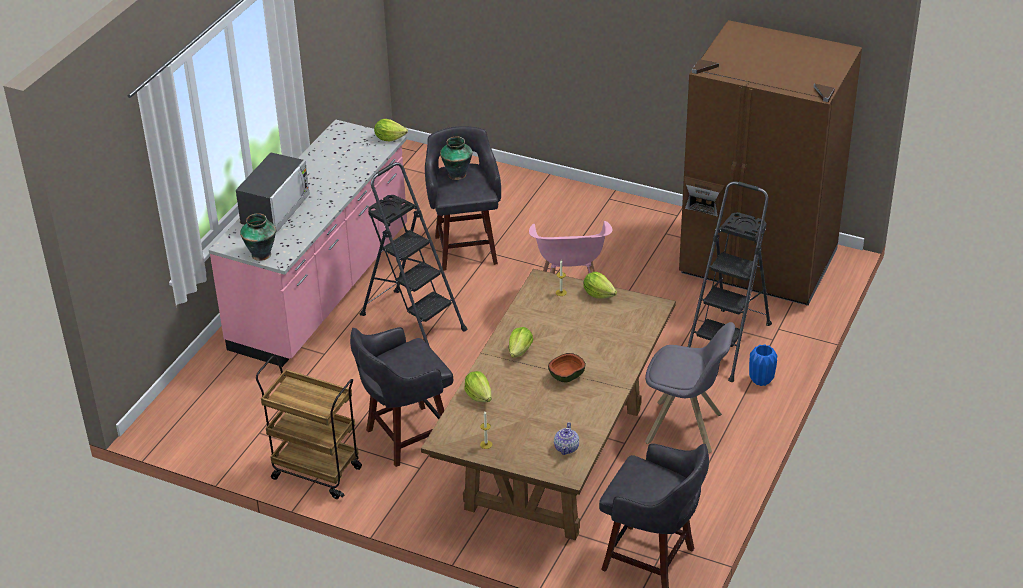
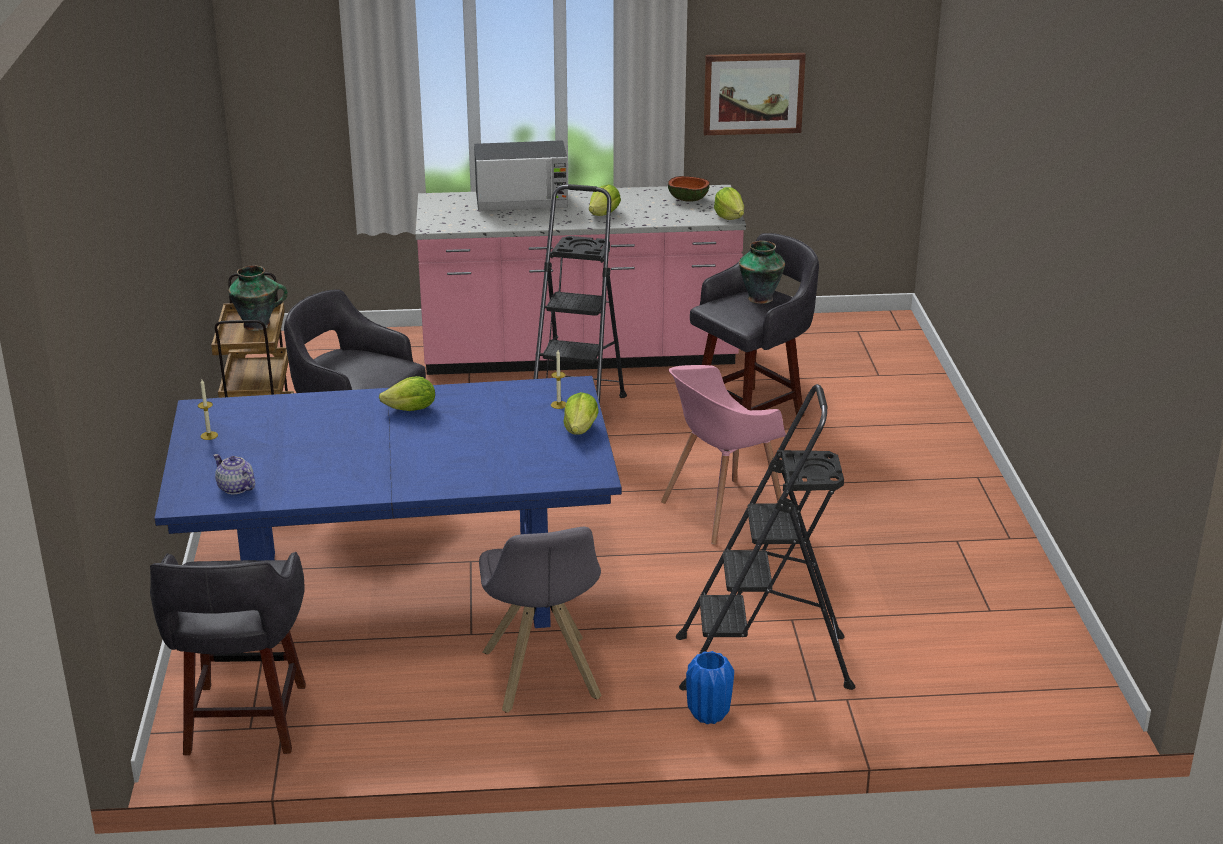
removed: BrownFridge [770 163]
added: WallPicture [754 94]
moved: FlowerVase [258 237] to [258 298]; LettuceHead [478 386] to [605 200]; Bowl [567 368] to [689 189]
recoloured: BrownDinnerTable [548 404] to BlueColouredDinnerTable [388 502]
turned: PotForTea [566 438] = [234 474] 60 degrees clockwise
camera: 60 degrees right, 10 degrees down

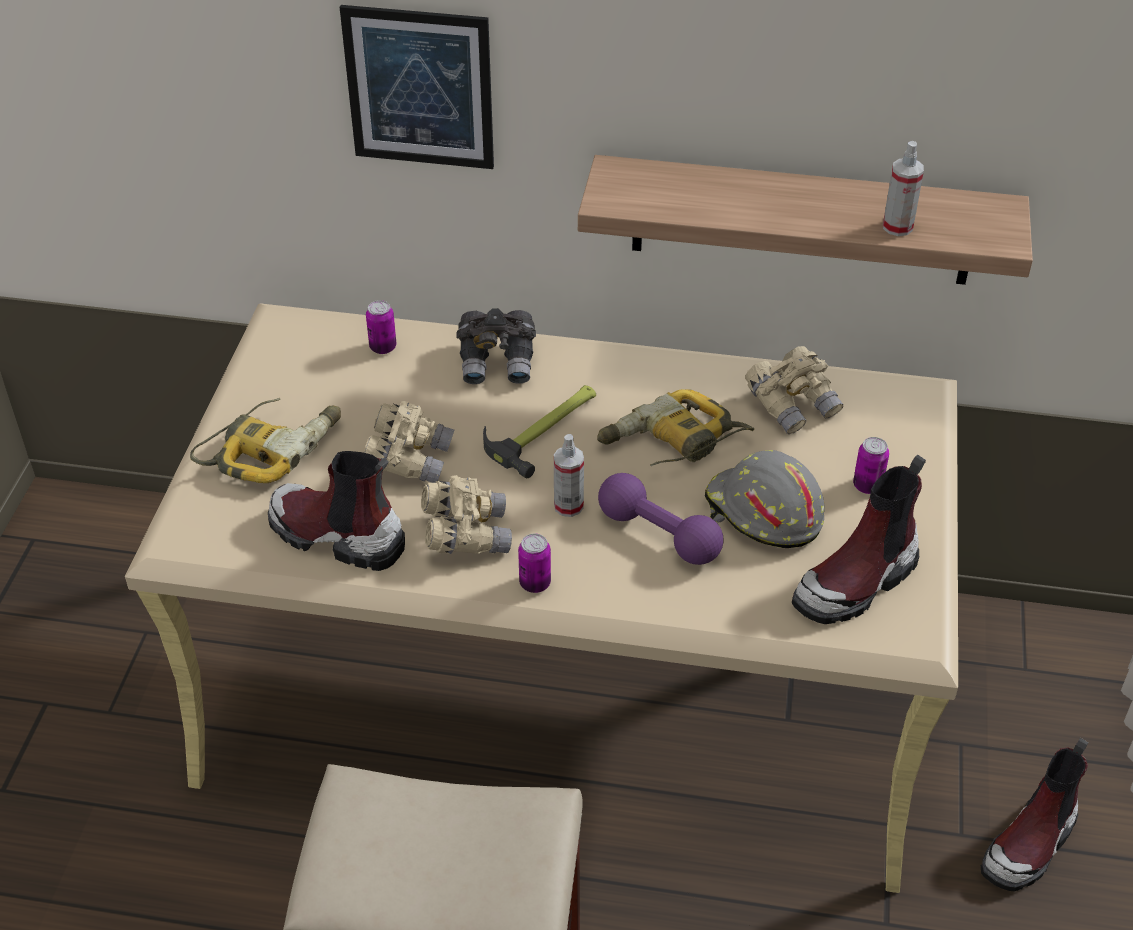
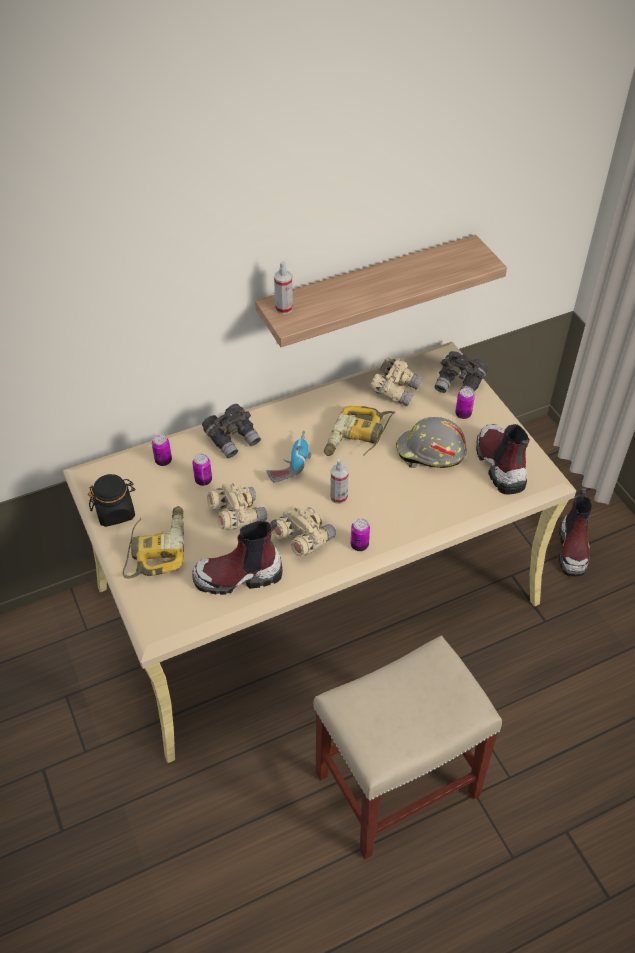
removed: WallPicture [417 87]; PurpleColouredDumbbell [661 519]
added: BlackColouredStorageJar [111 500]; MetalCan [202 469]; GreyPairOfBinoculars [461 372]
moved: Sprayer [903 188] to [283 287]
replaced: Hammer [539 432] to PowerDrill [288 457]
turned: TallBoot [859 539] = [503 459] 150 degrees clockwise
camera: 35 degrees left, 5 degrees up

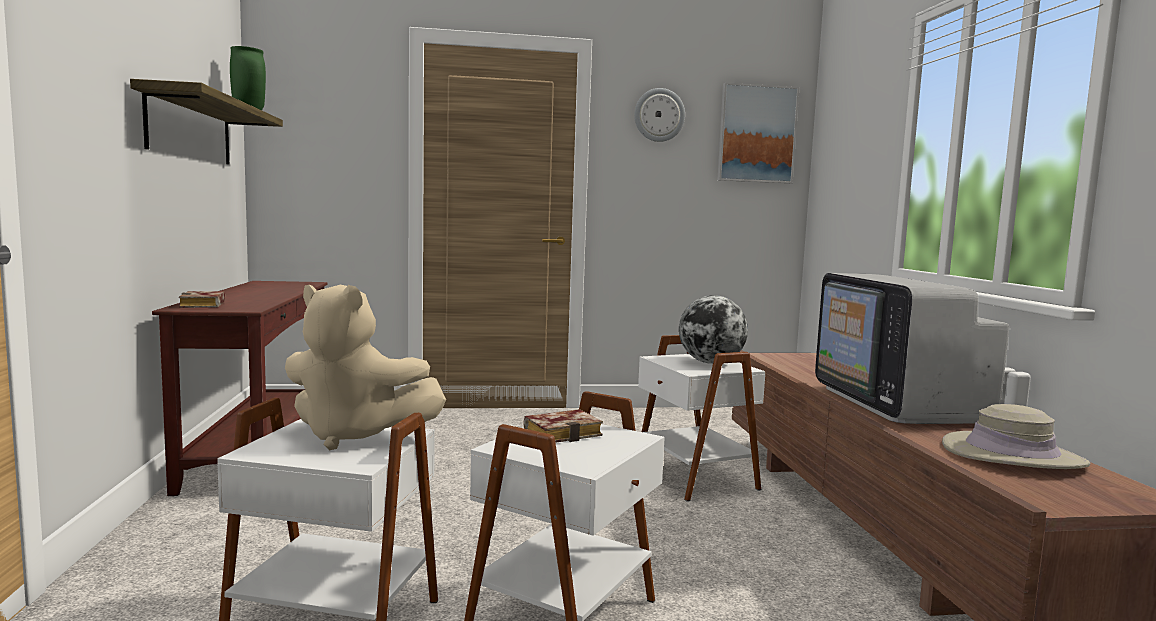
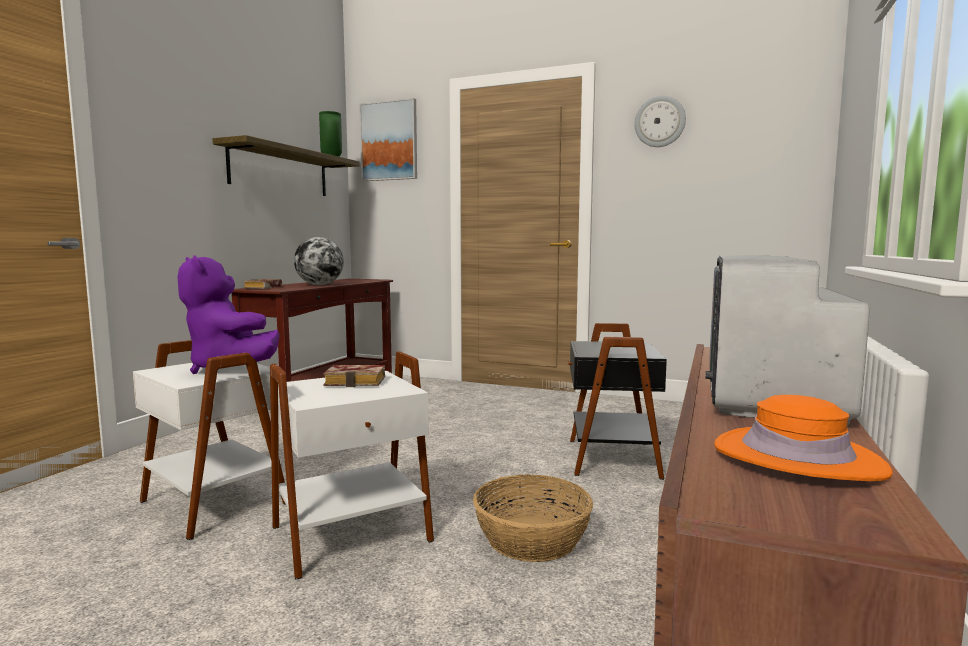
added: StorageBasket [533 518]
moved: WorldGlobe [713 329] to [319 261]; WallPicture [758 133] to [388 139]
recoloured: BeigeColouredPlushToy [365 368] to PurpleColouredPlushToy [229 314]; WhiteColouredEndTable [702 418] to BlackColouredEndTable [617 401]; BeigeColouredHat [1016 436] to OrangeHat [803 438]
camera: 30 degrees right, 0 degrees up

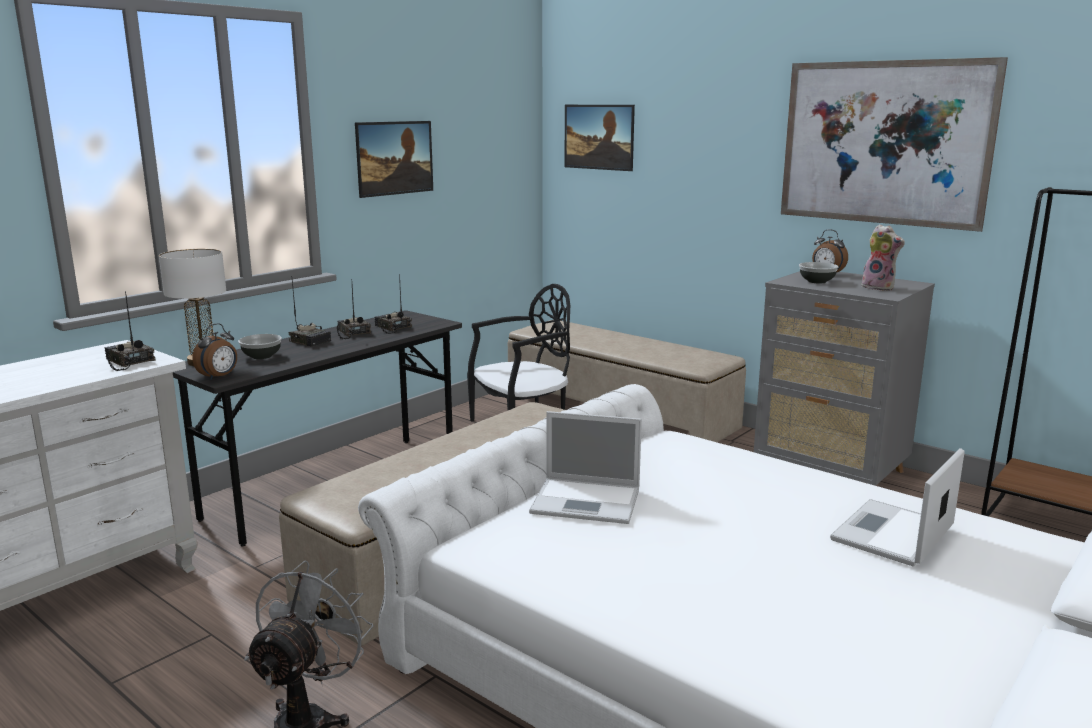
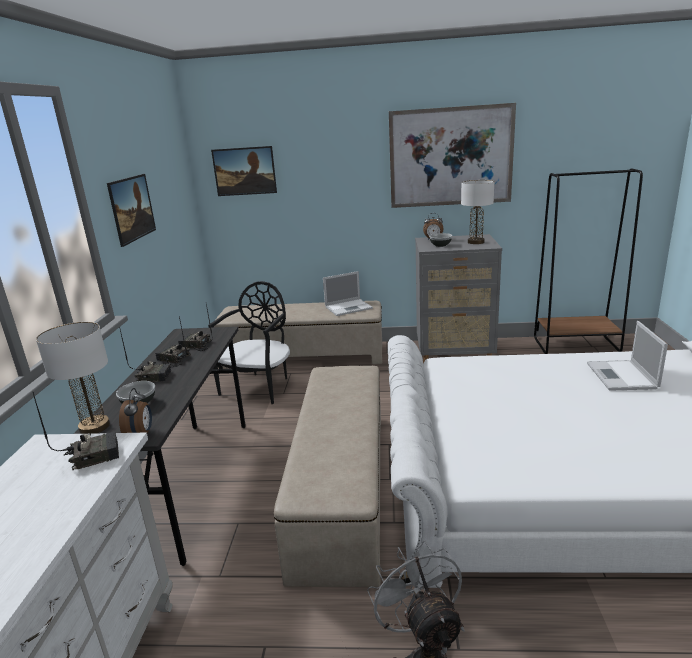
moved: NotebookComputer [585 467] to [348 293]
replaced: PlushToy [883 257] to TableLamp [477 212]
turned: RadioSet [130 331] = [76 431] 150 degrees clockwise
camera: 35 degrees left, 5 degrees up

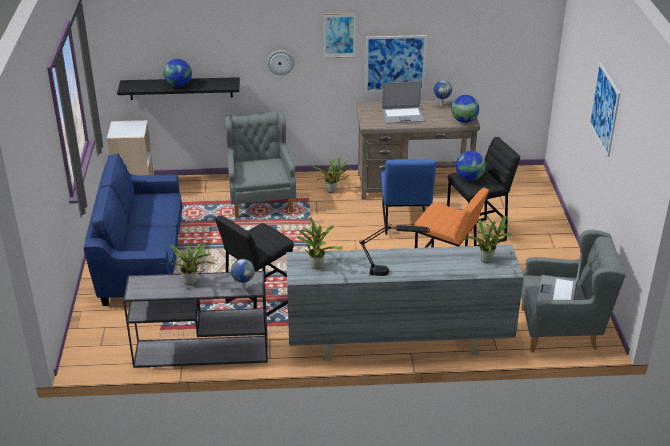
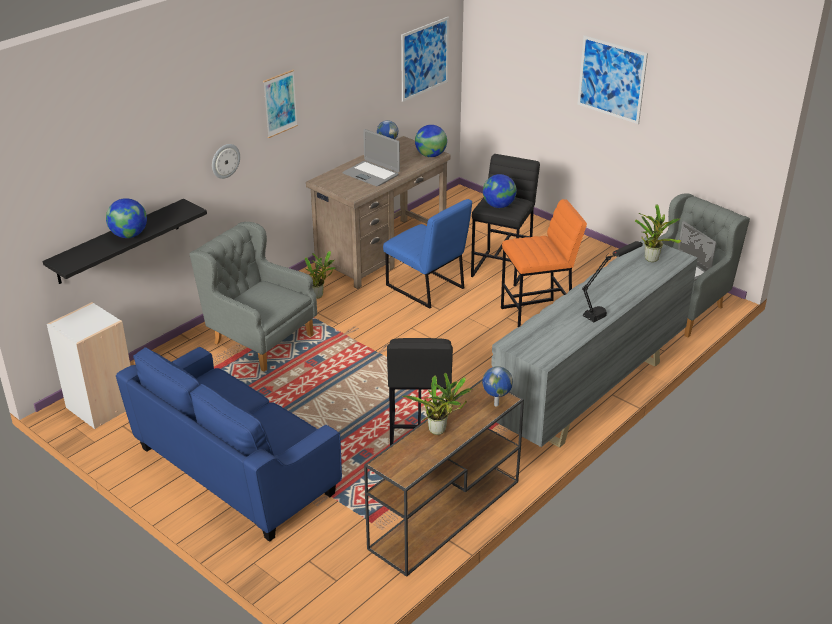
removed: PlantInAPot [320 243]
moved: WallPicture [396 63] to [425 59]
recoloured: GreyHallTable [195 319] to BrownHallTable [444 478]
turned: NotebookComputer [403 102] = [371 157] 90 degrees clockwise
camera: 45 degrees left, 0 degrees up

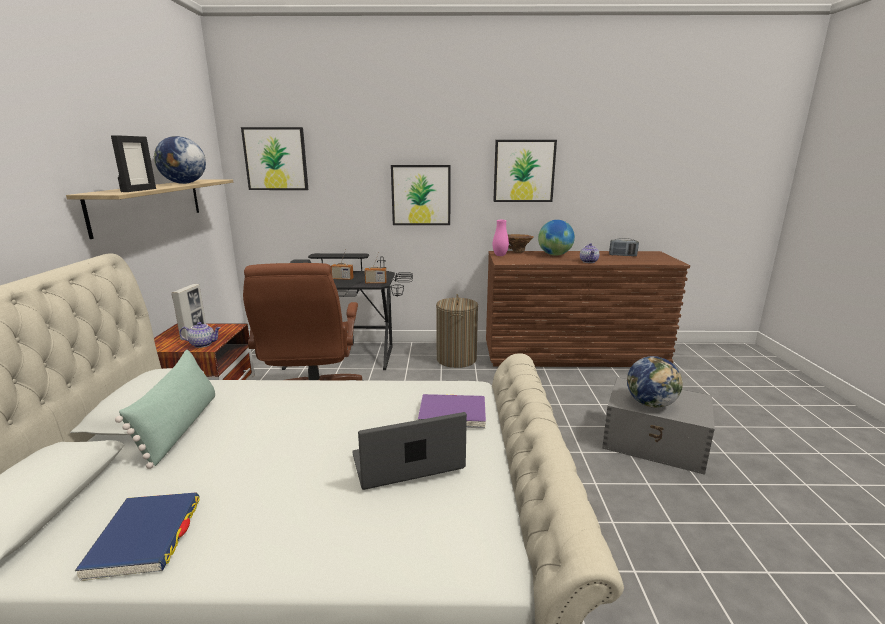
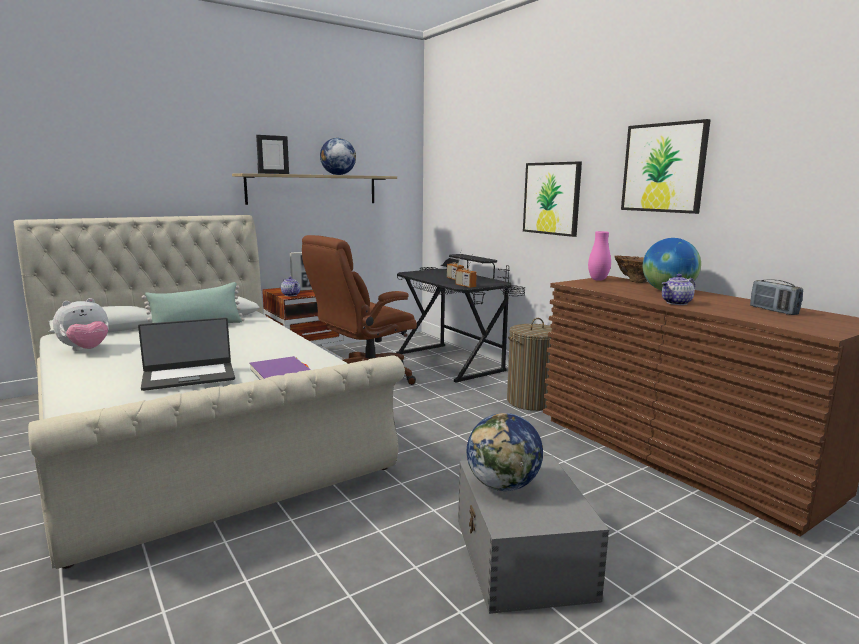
removed: WallPicture [274 158]
replaced: BlueColouredVolume [137 536] to PlushToy [81 324]
turned: NotebookComputer [409 451] = [186 354] 120 degrees clockwise
camera: 55 degrees right, 5 degrees down

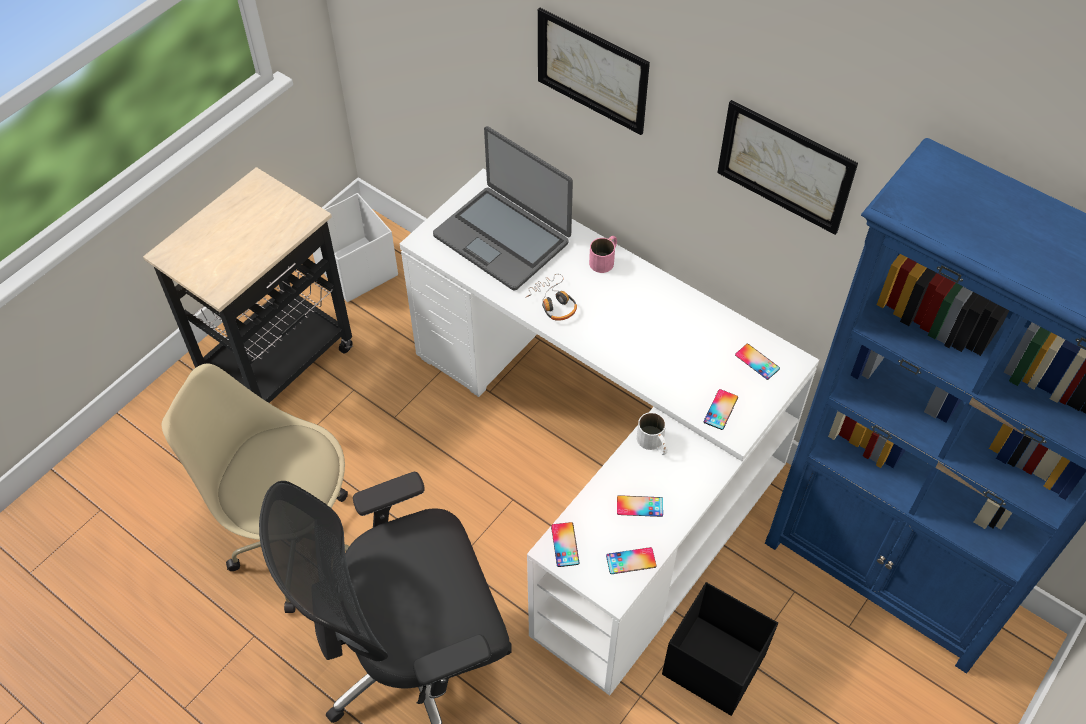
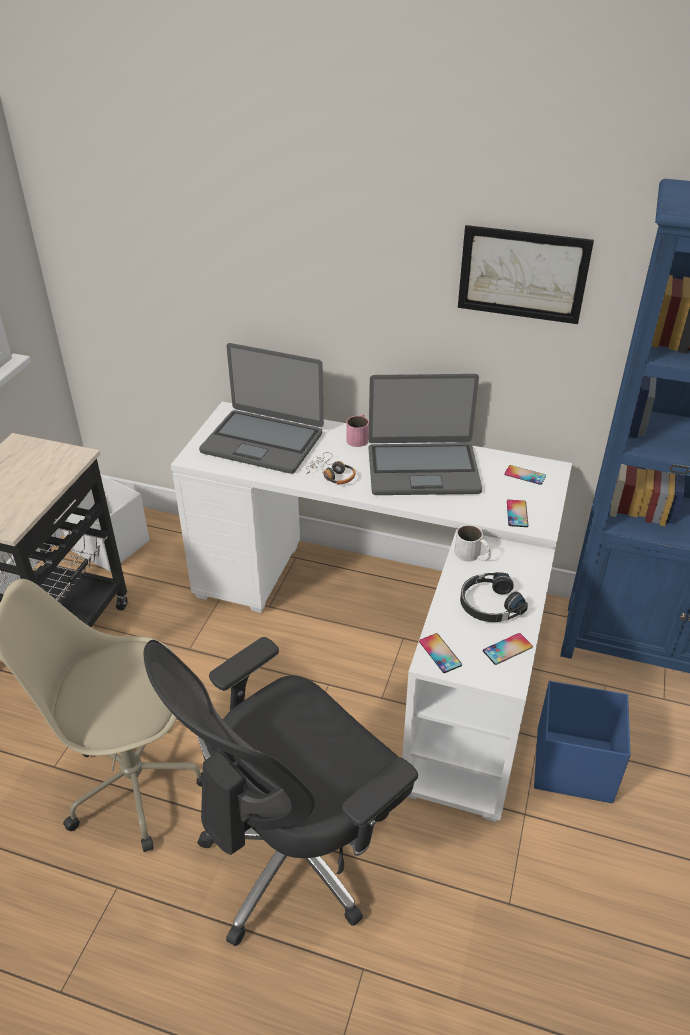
removed: WallPicture [594 71]
added: NotebookComputer [425 434]
replaced: Phone [640 506] to BlackColouredHeadphones [494 597]
recoloured: BlackColouredStorageBin [720 649] to BlueColouredStorageBin [582 742]
camera: 20 degrees left, 15 degrees down

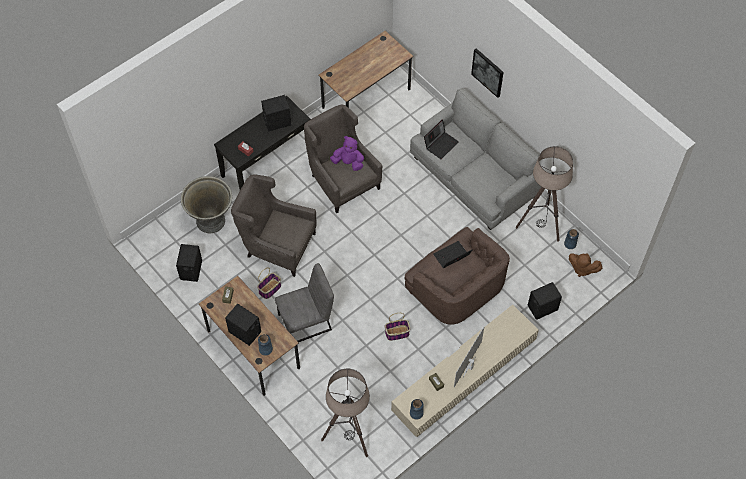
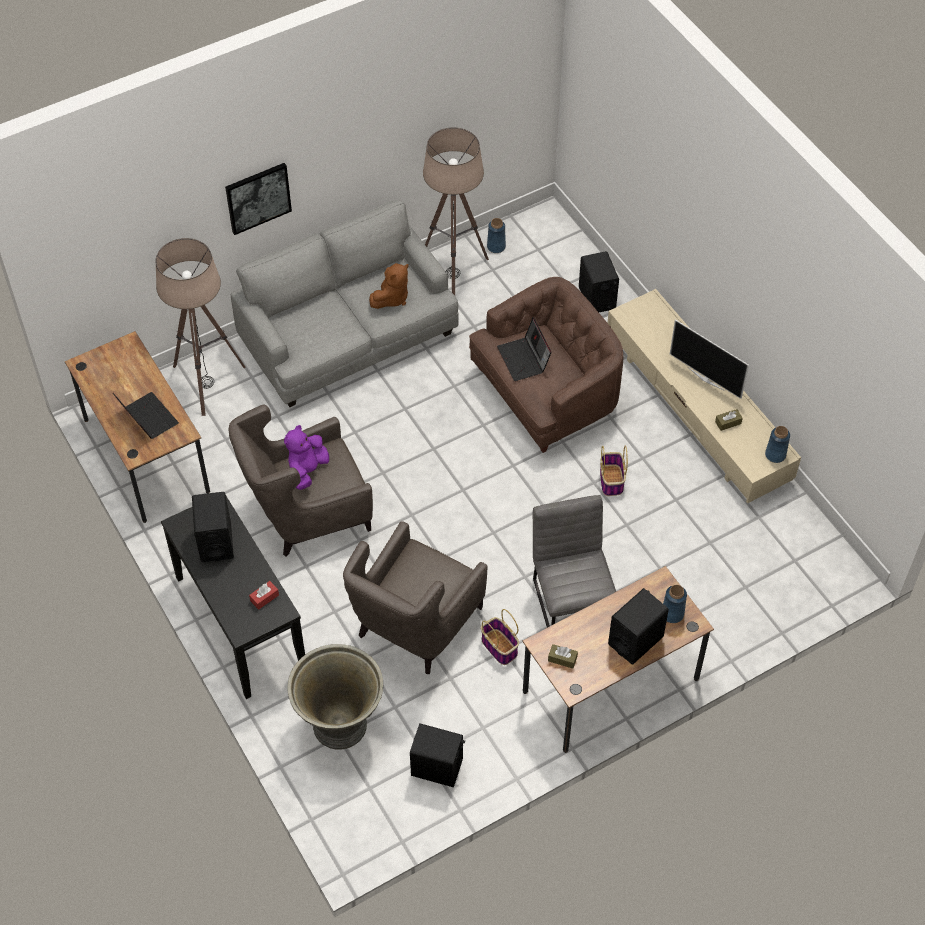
moved: StandingLamp [345 413] to [201 327]; NotebookComputer [441 139] to [146 415]; BrownPlushToy [585 265] to [388 286]
camera: 80 degrees left, 5 degrees down

